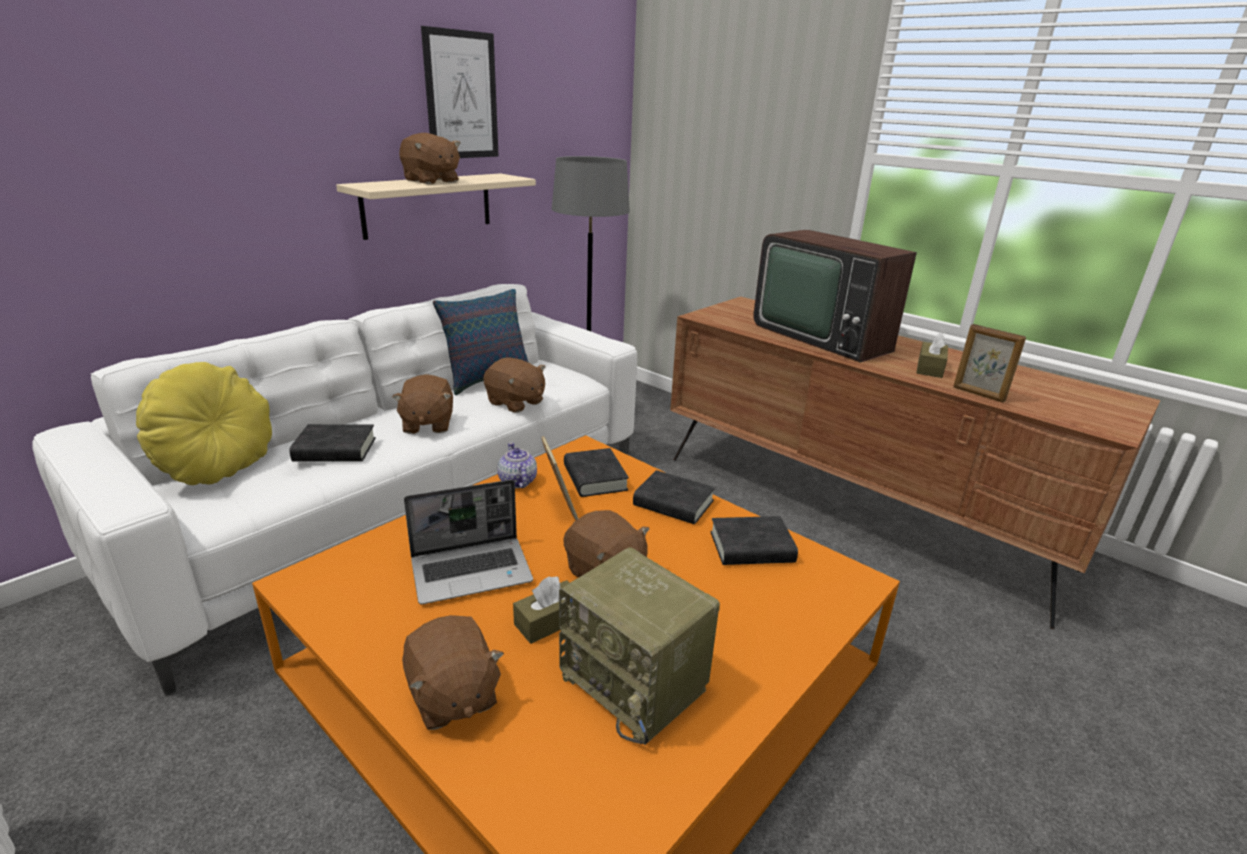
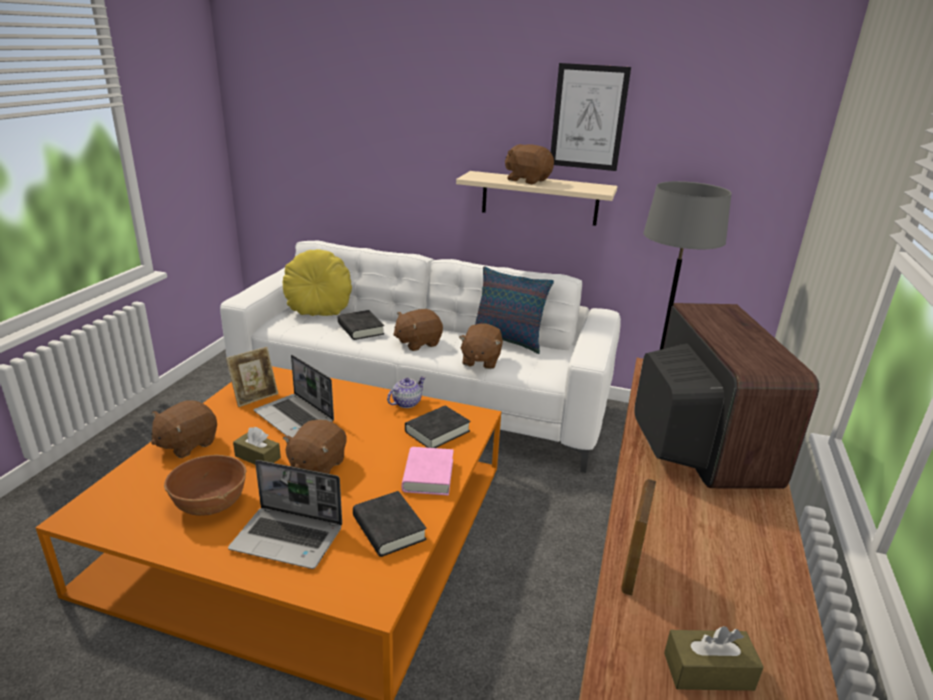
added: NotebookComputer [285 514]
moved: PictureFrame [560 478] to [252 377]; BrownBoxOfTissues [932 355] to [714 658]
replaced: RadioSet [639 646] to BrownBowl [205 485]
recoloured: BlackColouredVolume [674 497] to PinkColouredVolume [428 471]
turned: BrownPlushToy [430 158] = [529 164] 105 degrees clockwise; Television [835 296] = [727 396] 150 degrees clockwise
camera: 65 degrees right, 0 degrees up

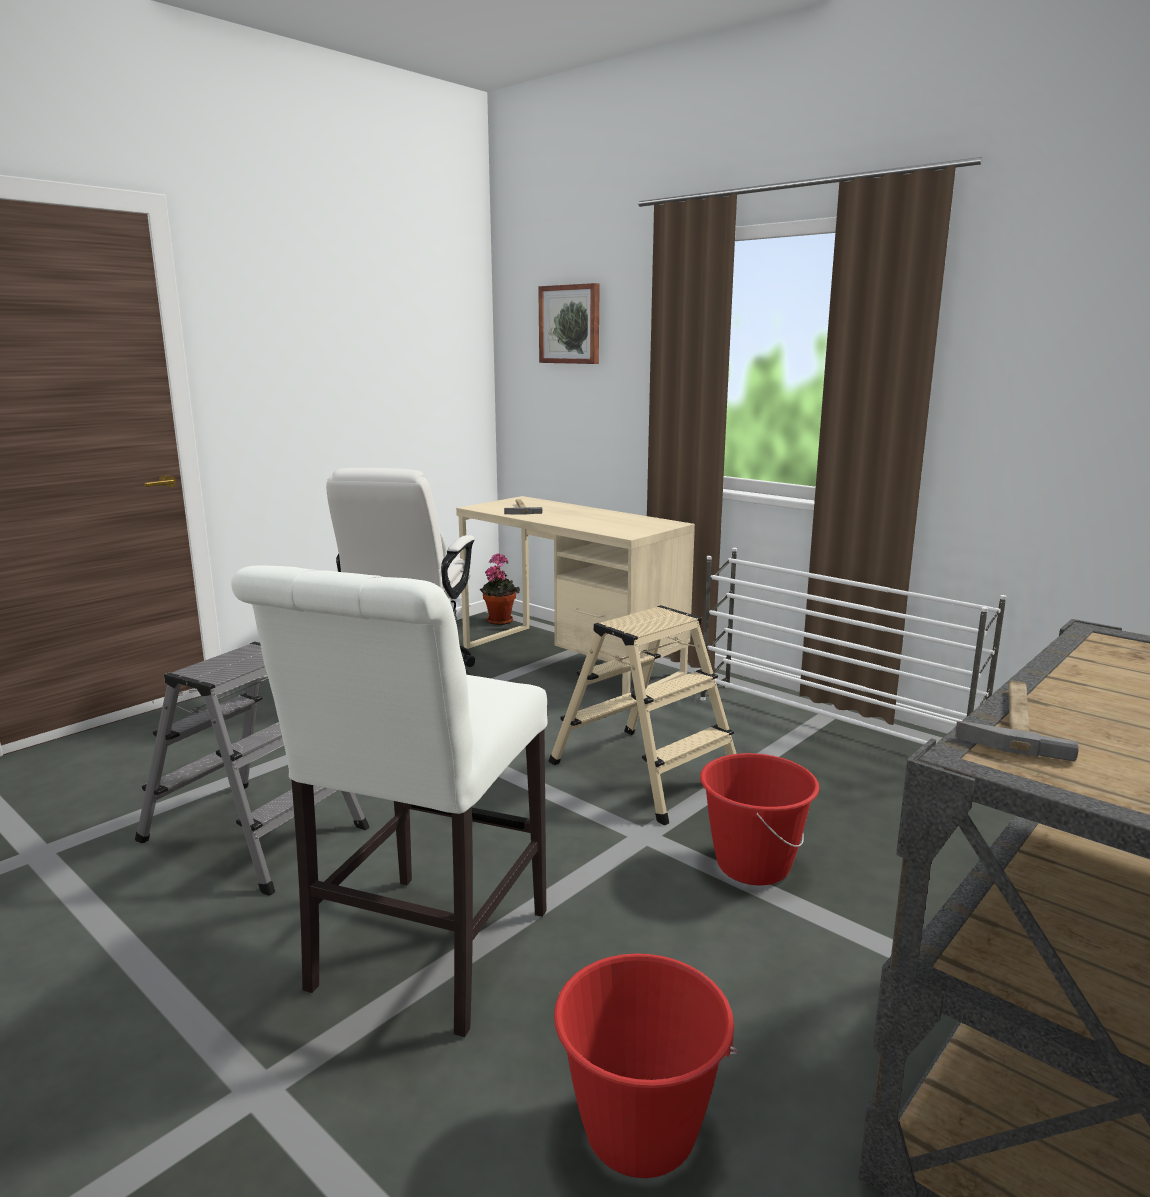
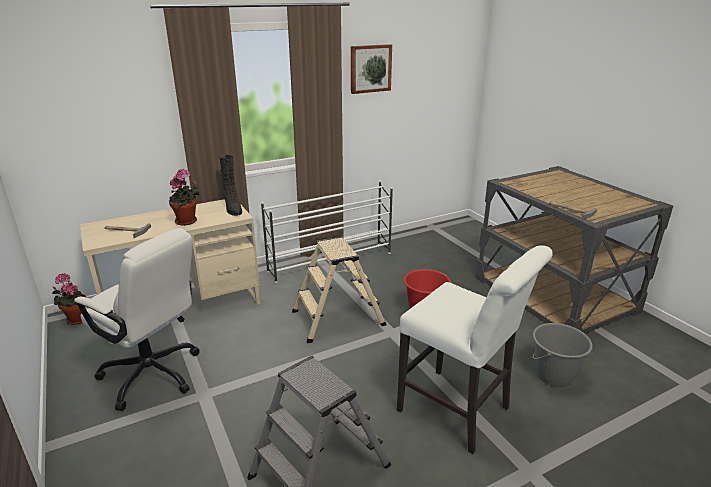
added: PlantInAPot [184 197]; BlackColouredTallBoot [230 185]
moved: WallPicture [569 323] to [371 69]
recoloured: ReddishWaterBucket [646 1066] to GreyWaterBucket [563 355]
camera: 70 degrees left, 10 degrees up

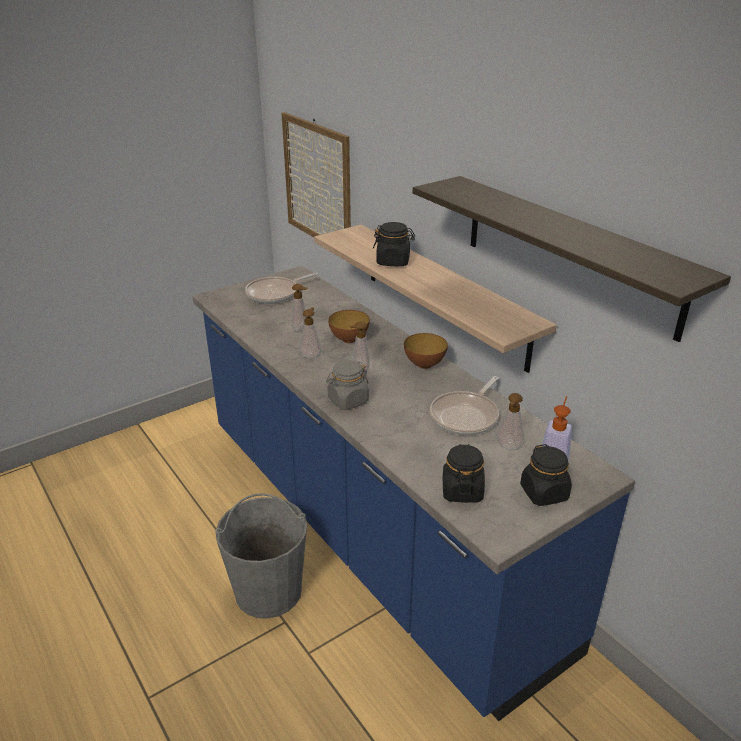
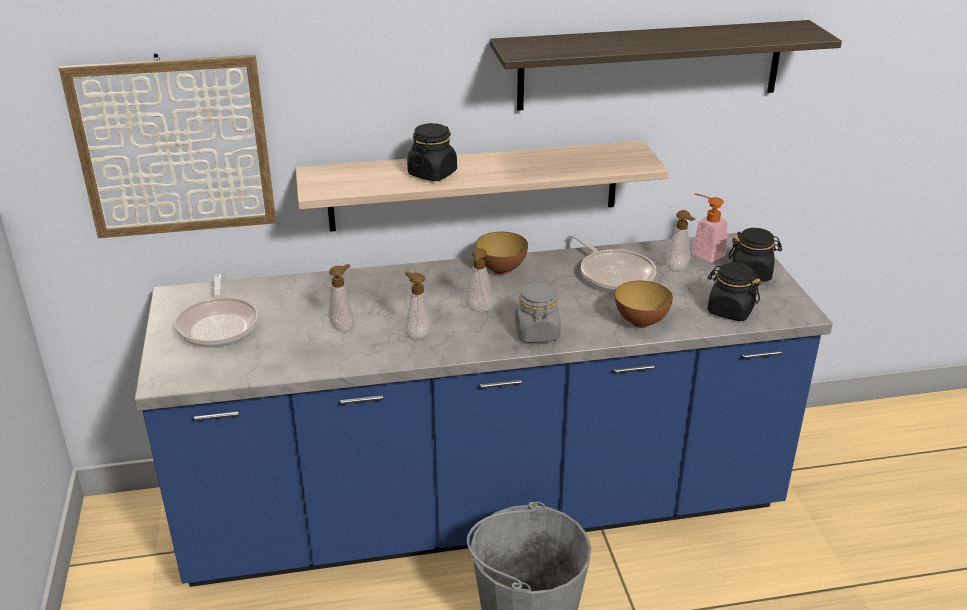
moved: Bowl [349 326] to [644 304]
camera: 65 degrees left, 0 degrees up

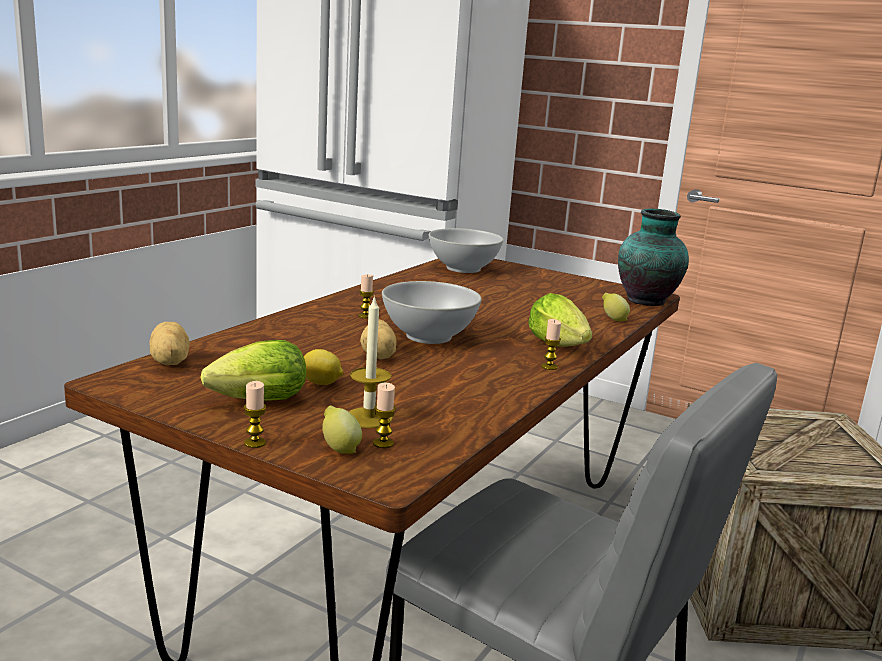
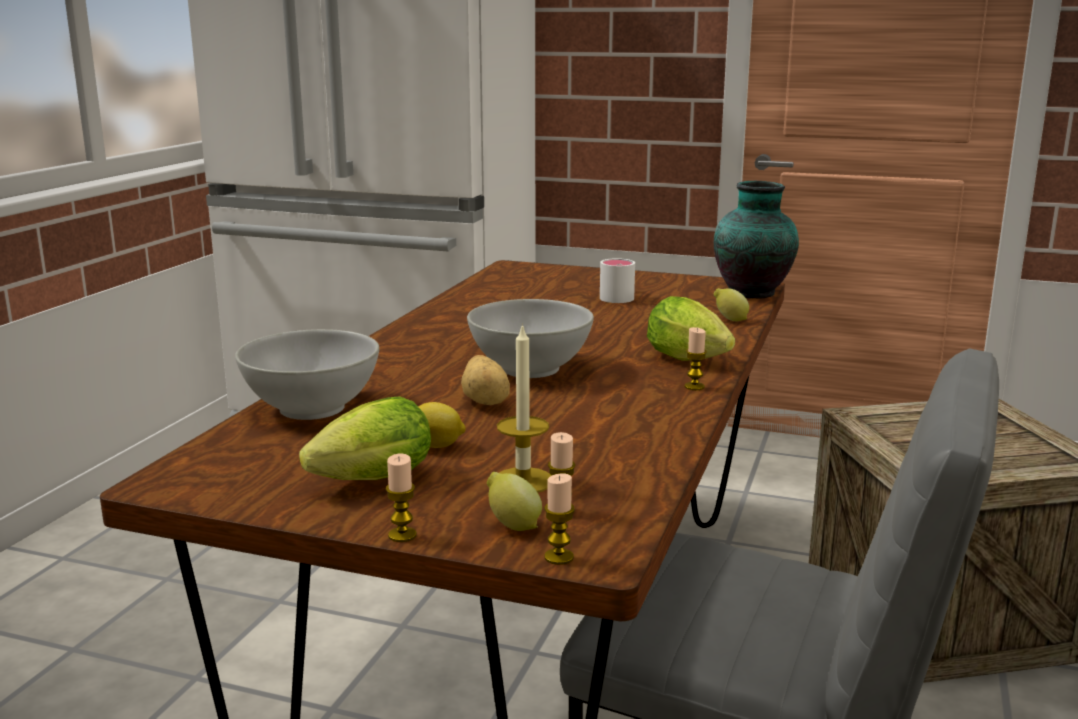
removed: Potato [169 343]
added: WhiteColouredCoffeeMug [617 280]
moved: WaxCandle [366 296] to [559 519]; WhiteColouredBowl [466 250] to [307 374]
camera: 10 degrees left, 0 degrees up

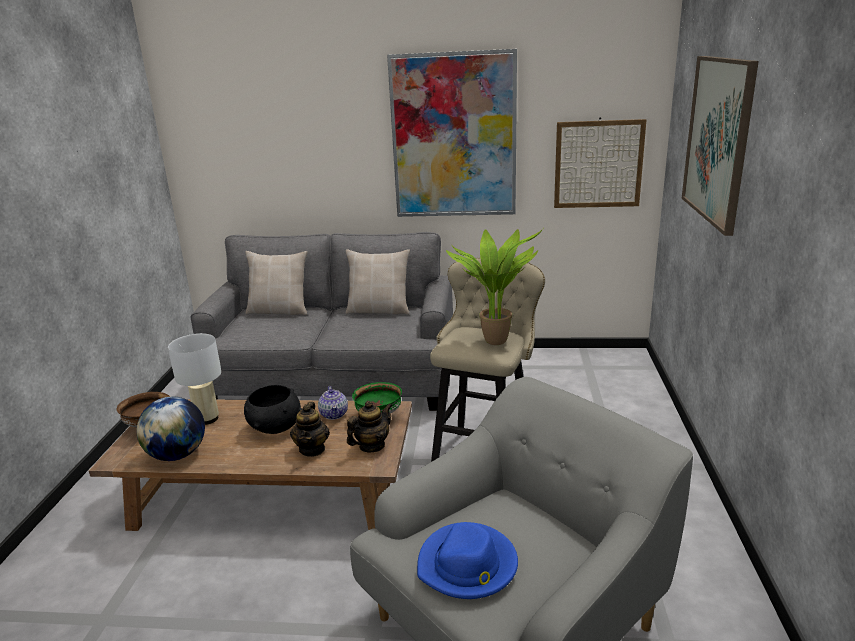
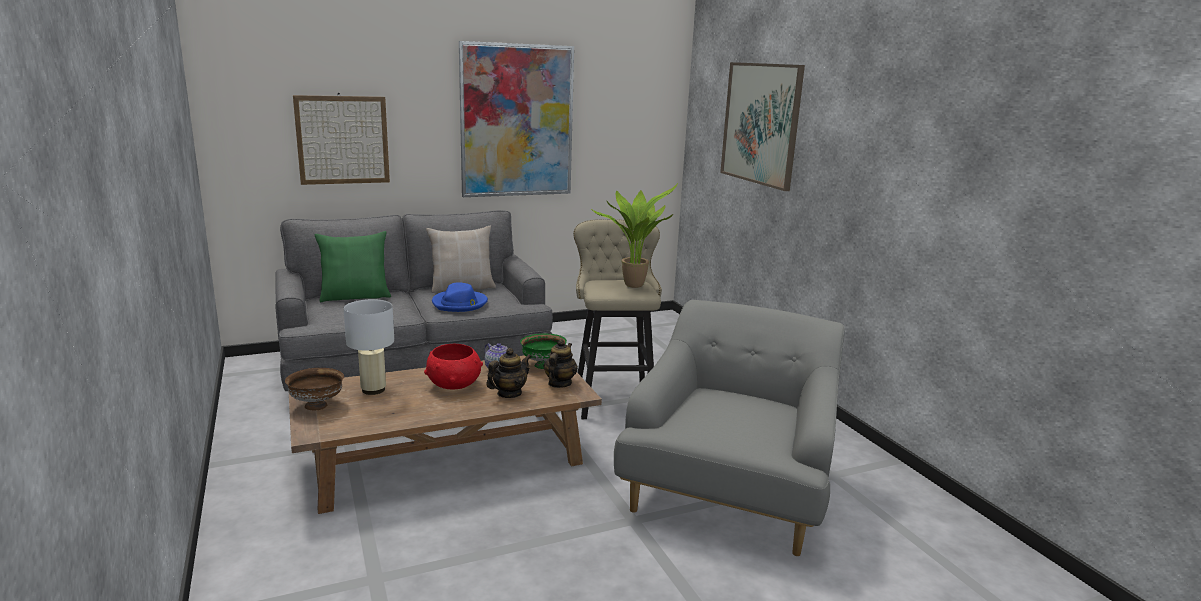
removed: WorldGlobe [170 429]
moved: BlueColouredHat [467 560] to [460 297]; WallPicture [600 162] to [341 139]
recoloured: BlackColouredBowl [273 409] to ReddishBowl [453 367]; BeigeColouredPillow [276 283] to GreenishPillow [353 266]
turned: PotForTea [310 429] = [509 373] 105 degrees counterclockwise
camera: 30 degrees left, 5 degrees down

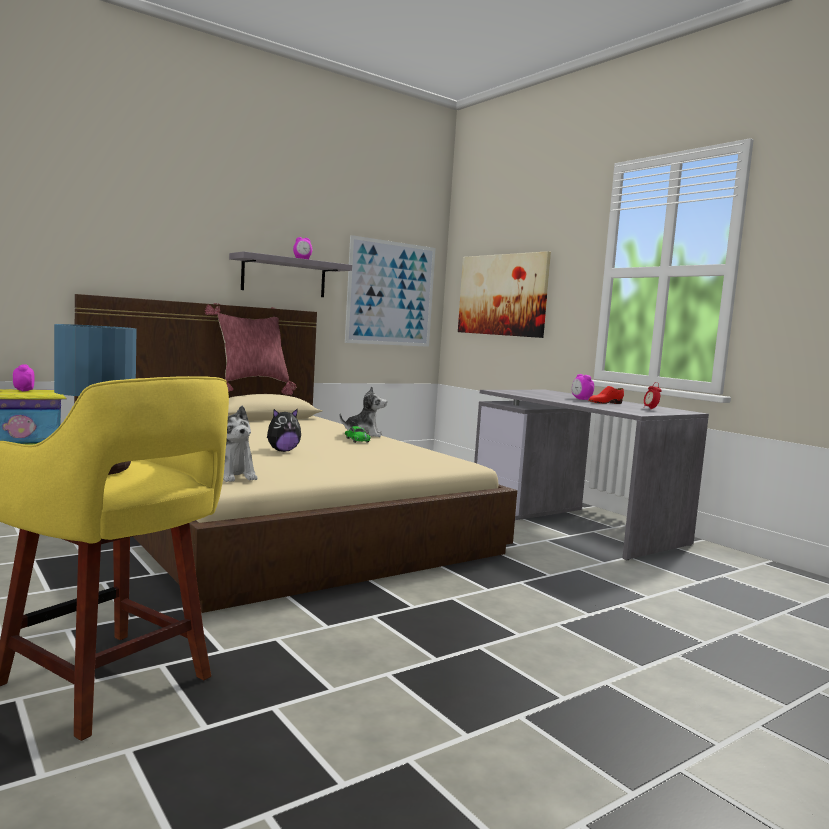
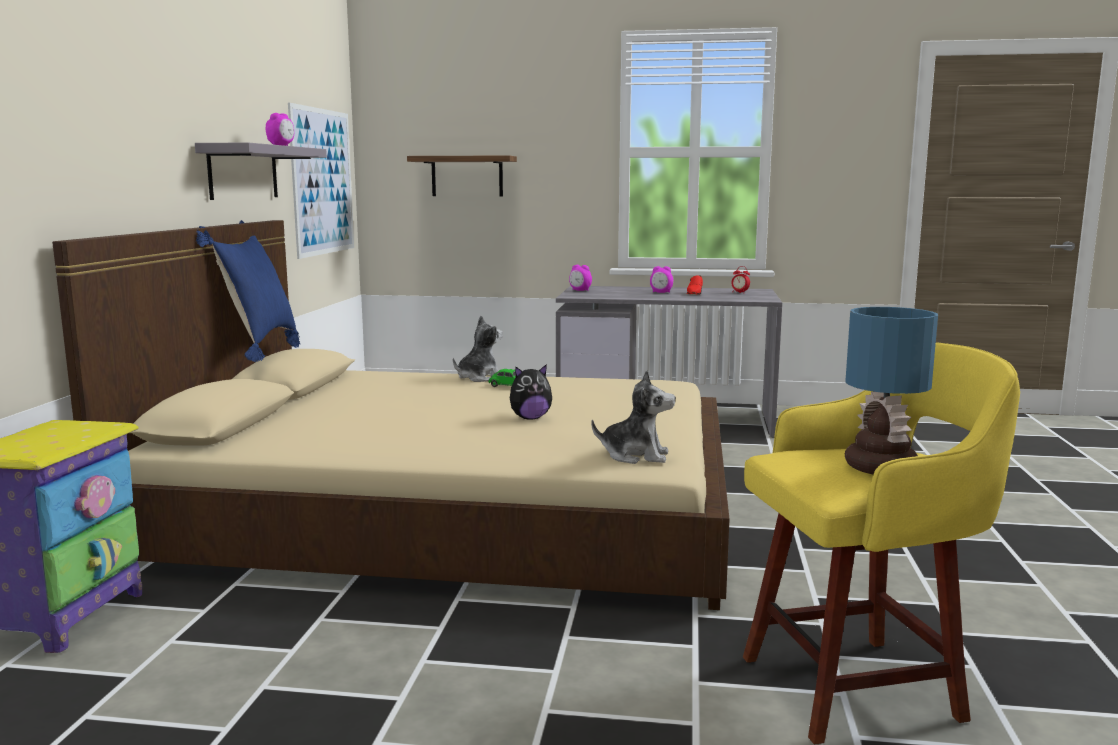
moved: TableClock [24 377] to [580 278]
replaced: WallPicture [504 294] to Shelf [462 175]
recoloured: ReddishPillow [251 349] to BlueColouredPillow [248 291]
turned: PlushToy [284 430] = [531 391] 60 degrees clockwise
camera: 45 degrees left, 5 degrees up

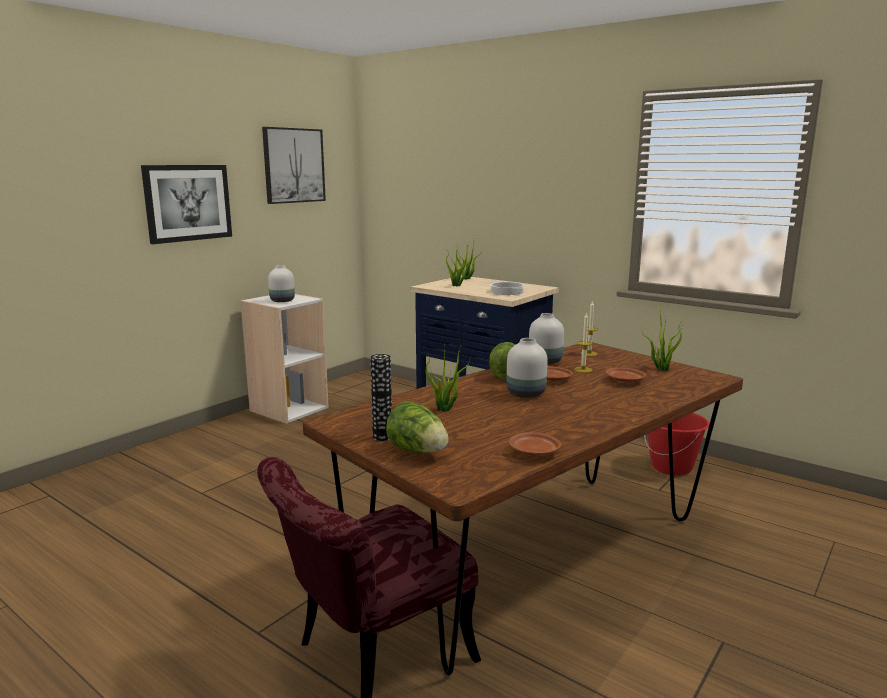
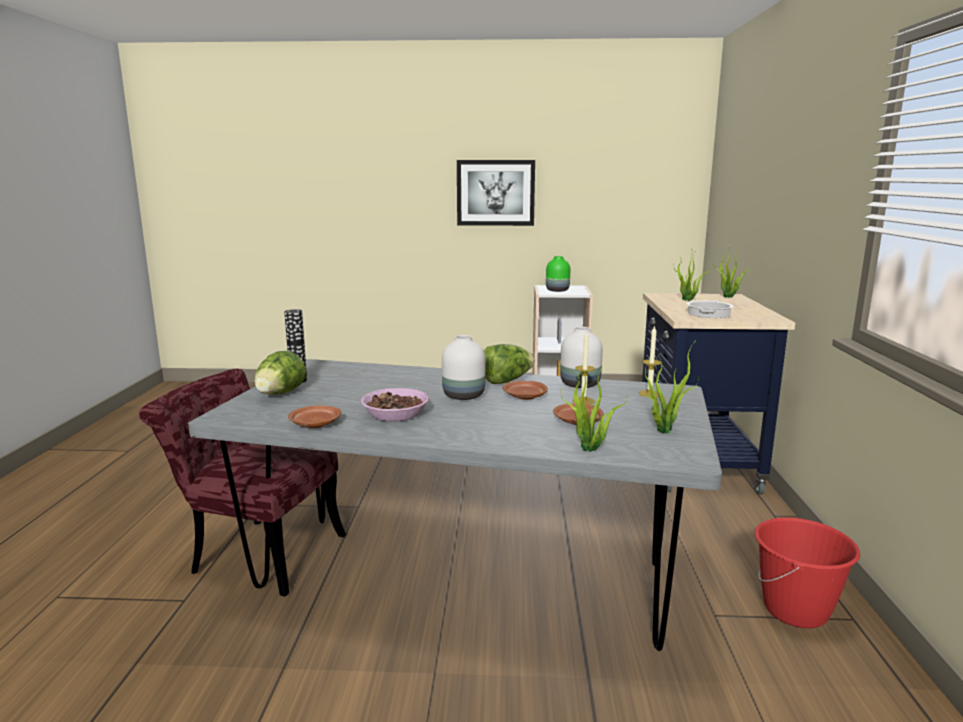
removed: WallPicture [294 165]
added: Bowl [395 404]
moved: PlantInAPot [448 377] to [593 410]
recoloured: WhiteColouredFlowerVase [281 283] to GreenishFlowerVase [558 274]; BrownDinnerTable [523 508] to GreyDinnerTable [455 505]
camera: 55 degrees right, 0 degrees up

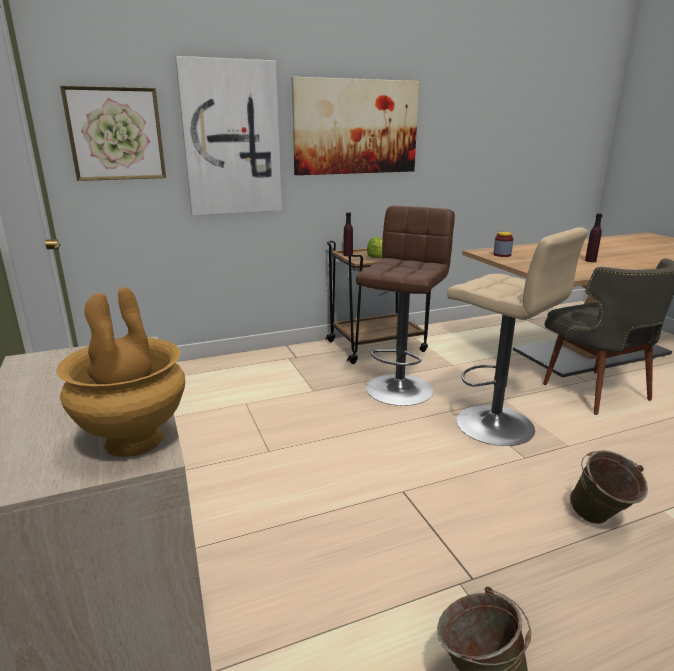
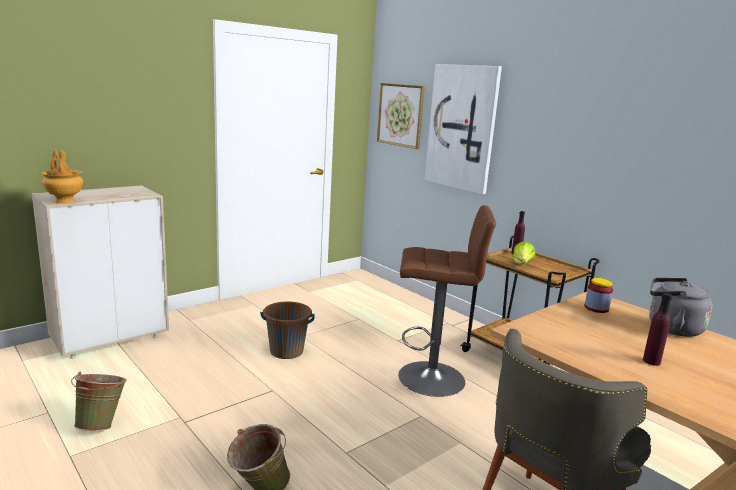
removed: WallPicture [355 126]; BeigeColouredSittingStool [517 336]
added: BrownWaterBucket [287 330]; GreyWaterKettle [680 307]
camera: 70 degrees right, 5 degrees down

